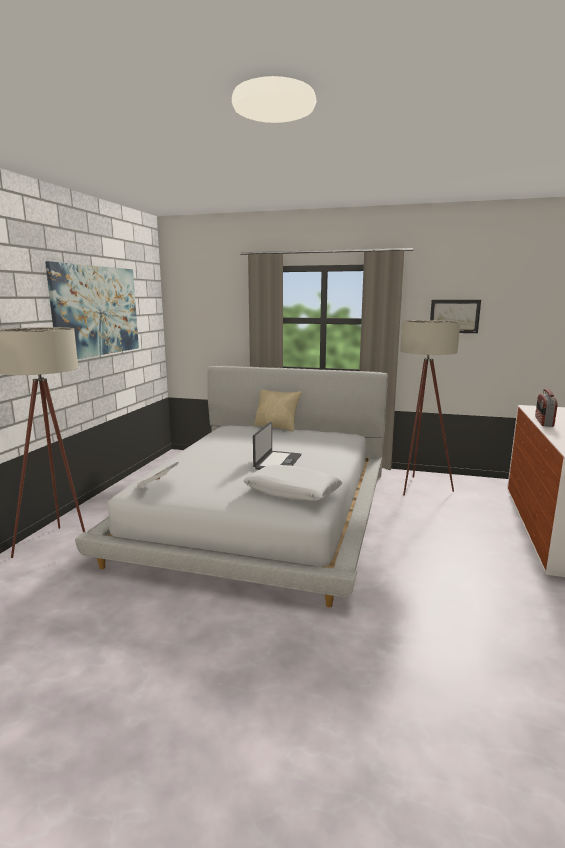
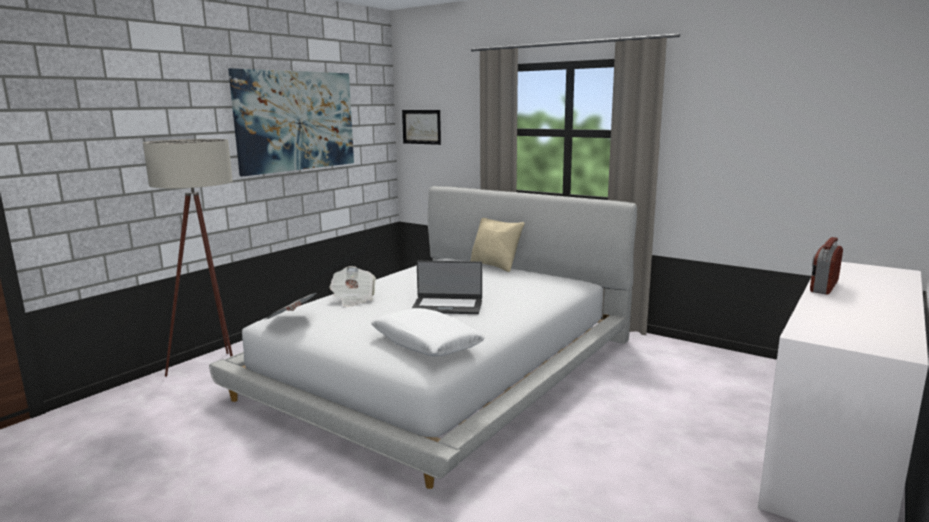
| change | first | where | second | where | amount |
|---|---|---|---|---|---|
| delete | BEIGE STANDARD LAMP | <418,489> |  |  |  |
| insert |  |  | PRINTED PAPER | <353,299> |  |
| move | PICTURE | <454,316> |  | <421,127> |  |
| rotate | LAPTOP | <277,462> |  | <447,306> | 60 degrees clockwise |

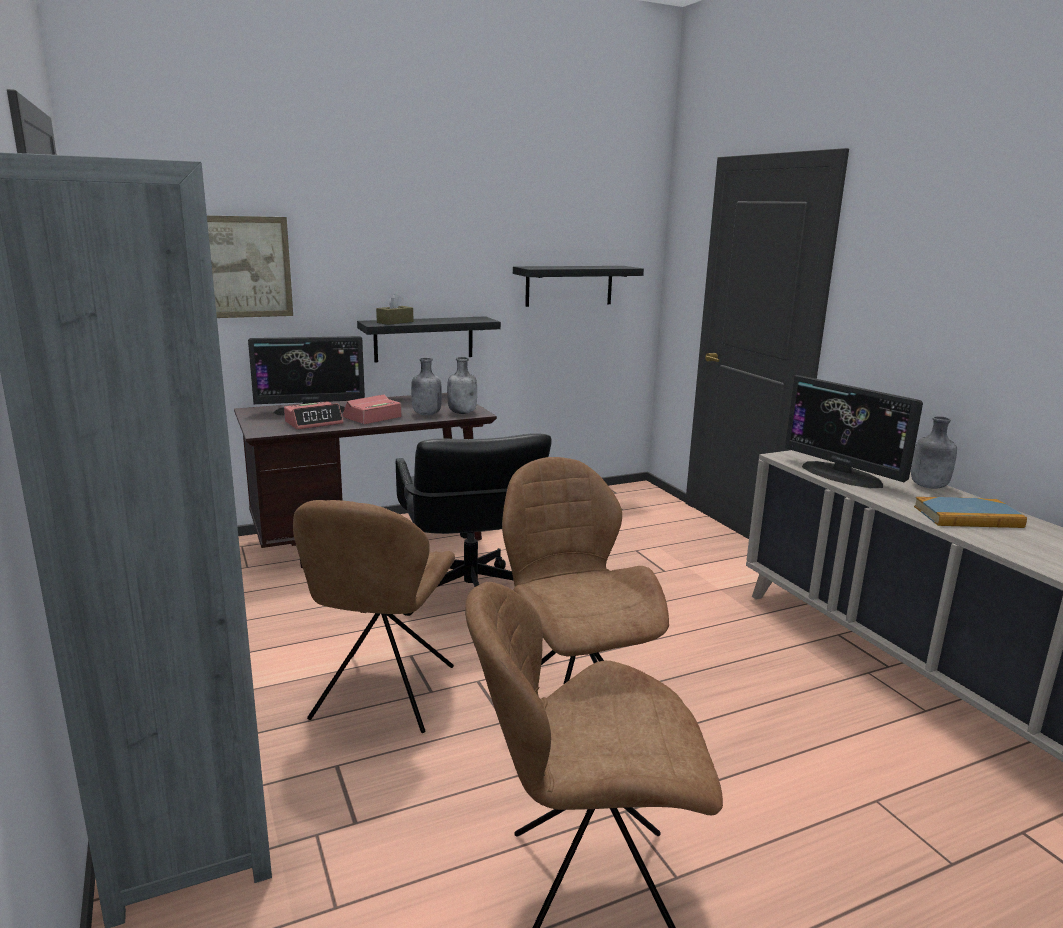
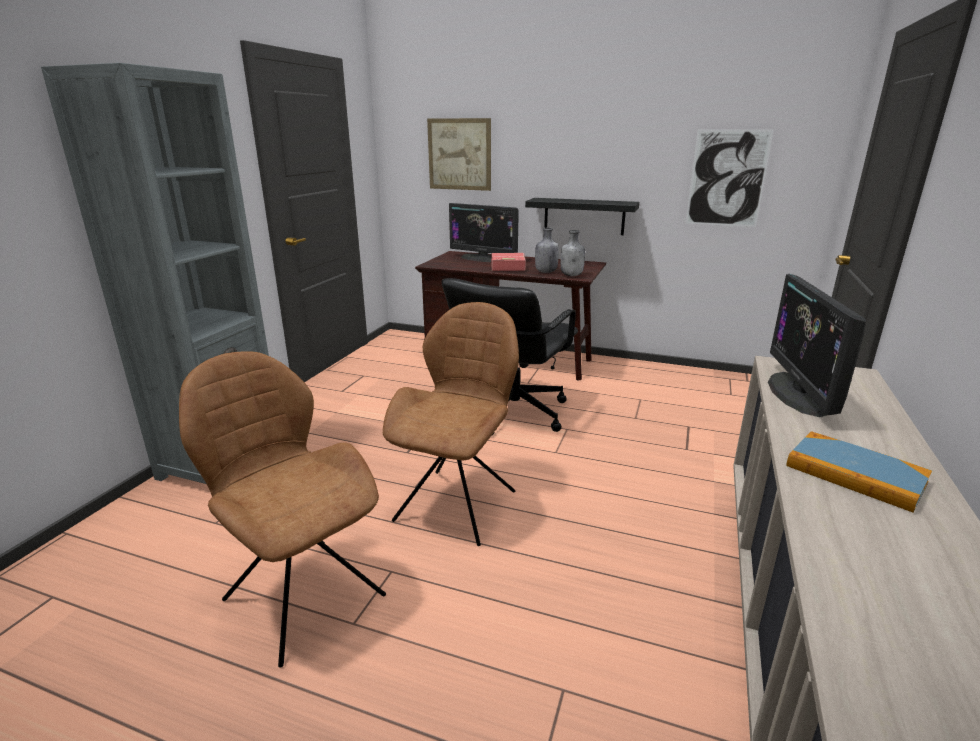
| change | first | where | second | where | amount |
|---|---|---|---|---|---|
| delete | TABLE CLOCK | <314,423> |  |  |  |
| delete | BROWN-COLOURED PLAIN CHAIR | <382,695> |  |  |  |
| delete | BROWN-COLOURED TISSUE HOLDER | <395,322> |  |  |  |
| delete | GRAY BEVERAGE BOTTLE | <928,486> |  |  |  |
| replace | BLACK-COLOURED WALL SHELF | <569,285> | PICTURE | <727,178> |  |

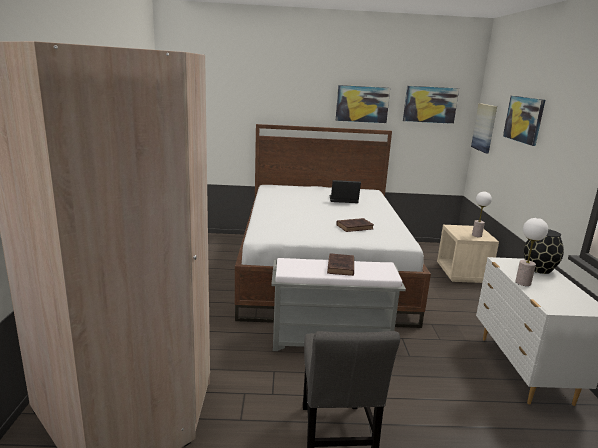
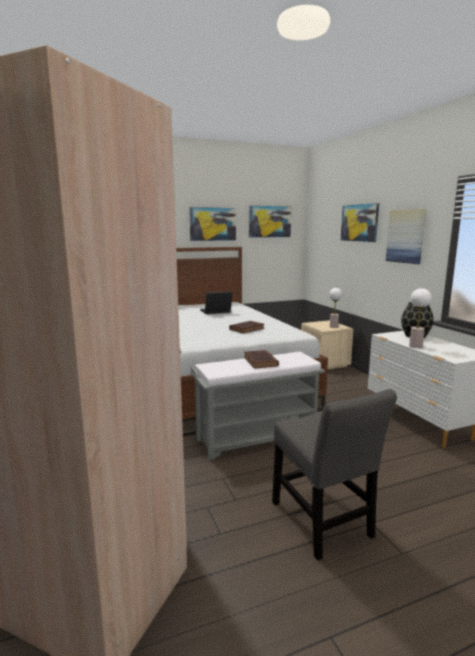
| change | first | where | second | where | amount |
|---|---|---|---|---|---|
| move | PICTURE | <485,127> |  | <405,236> |  |

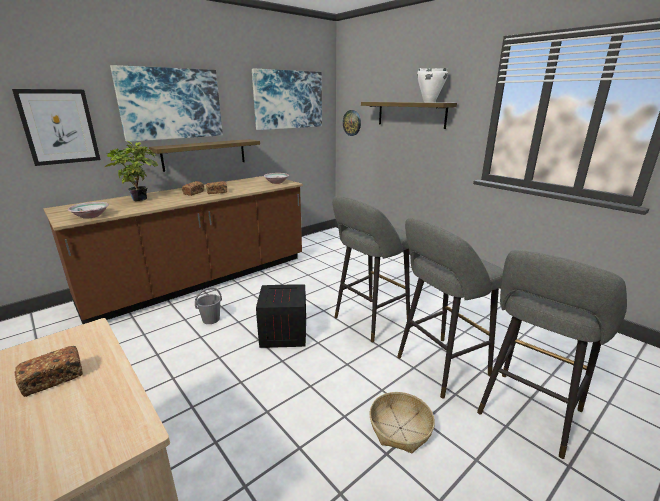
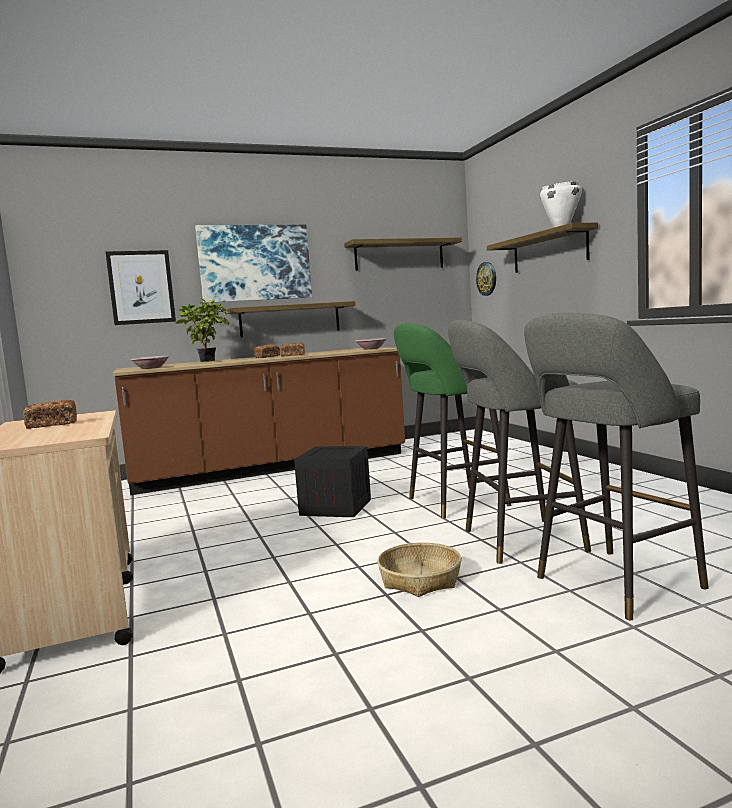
| change | first | where | second | where | amount |
|---|---|---|---|---|---|
| delete | GRAY PAIL | <210,319> |  |  |  |
| replace | PICTURE | <288,100> | WALL SHELF | <399,255> |  |
| recolor | GRAY STOOL SEAT | <368,321> | GREEN STOOL SEAT | <452,503> |  |

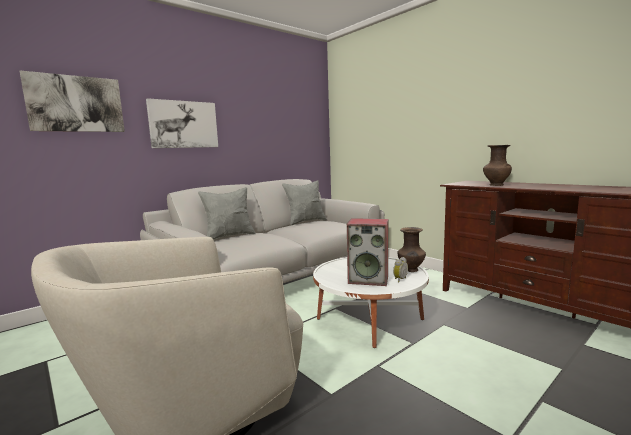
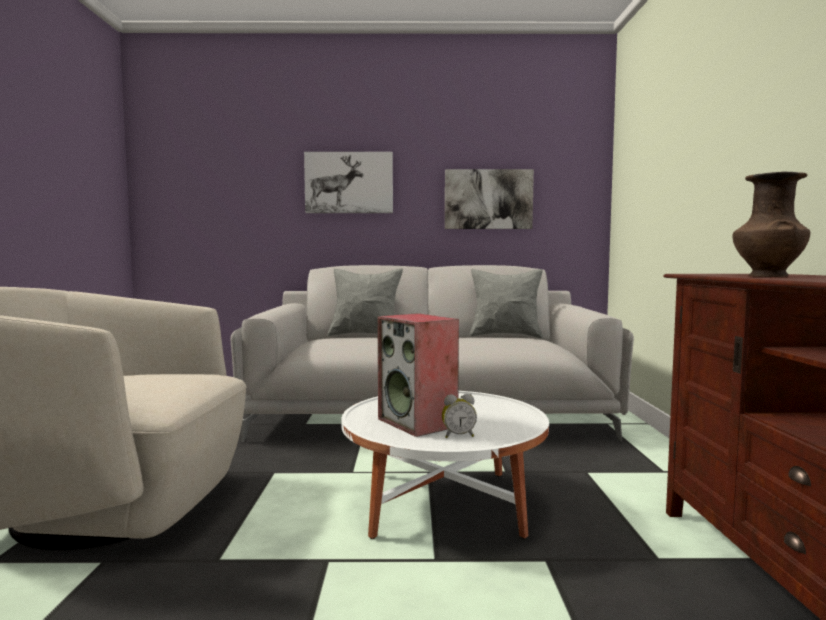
| change | first | where | second | where | amount |
|---|---|---|---|---|---|
| delete | BROWN-COLOURED VASE | <411,270> |  |  |  |
| move | PICTURE | <76,104> |  | <488,199> |  |

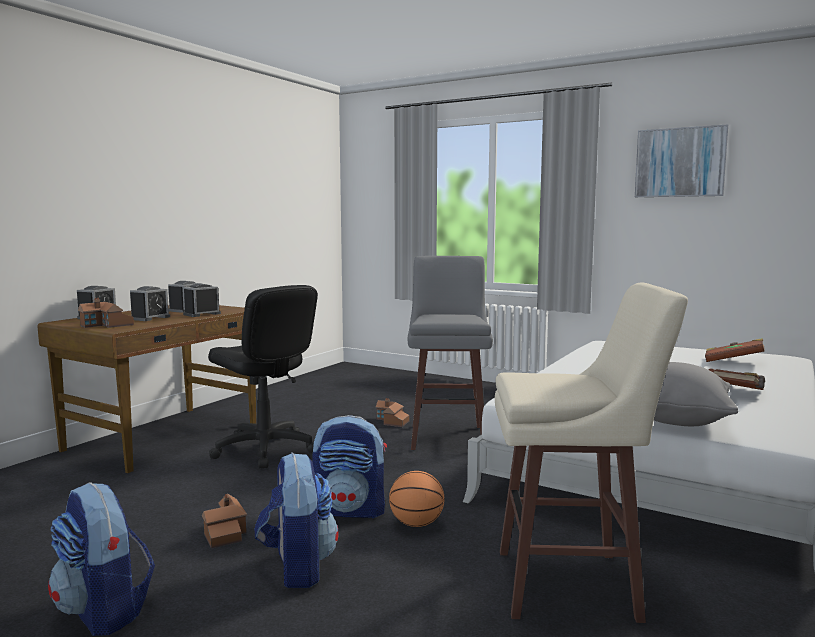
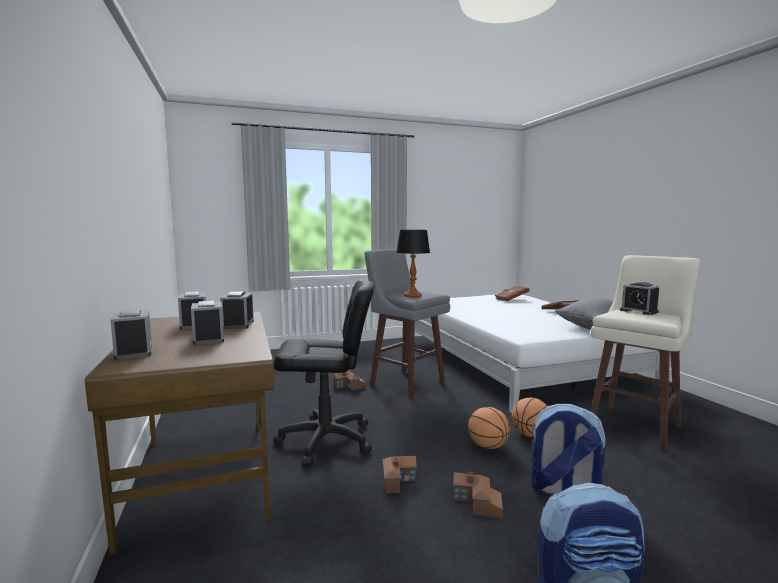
| change | first | where | second | where | amount |
|---|---|---|---|---|---|
| delete | PICTURE | <680,162> |  |  |  |
| insert |  |  | LAMP FOR A TABLE | <412,296> |  |
| insert |  |  | TABLE CLOCK | <638,311> |  |
| move | MODEL HOUSE | <107,325> |  | <399,480> |  |
| replace | RUCKSACK | <351,510> | BASKETBALL BALL | <488,446> |  |

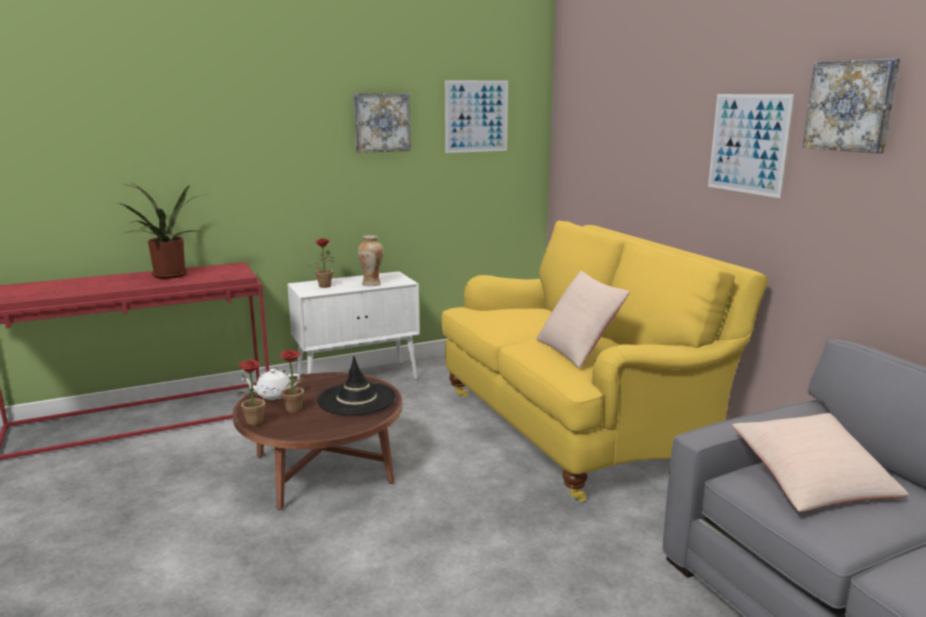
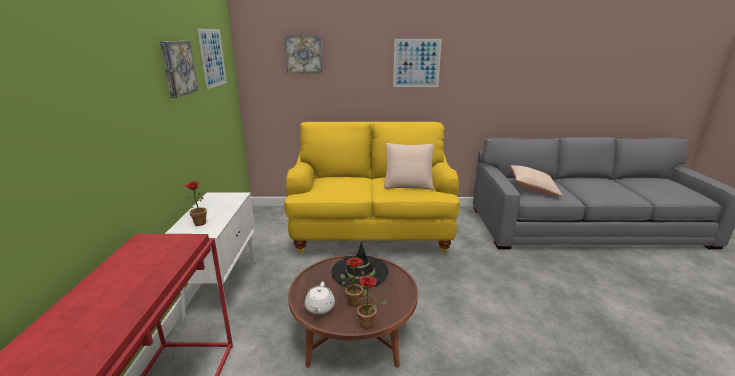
| change | first | where | second | where | amount |
|---|---|---|---|---|---|
| delete | HOUSEPLANT | <168,276> |  |  |  |
| delete | VASE | <371,284> |  |  |  |
| move | PICTURE | <851,106> |  | <304,54> |  |

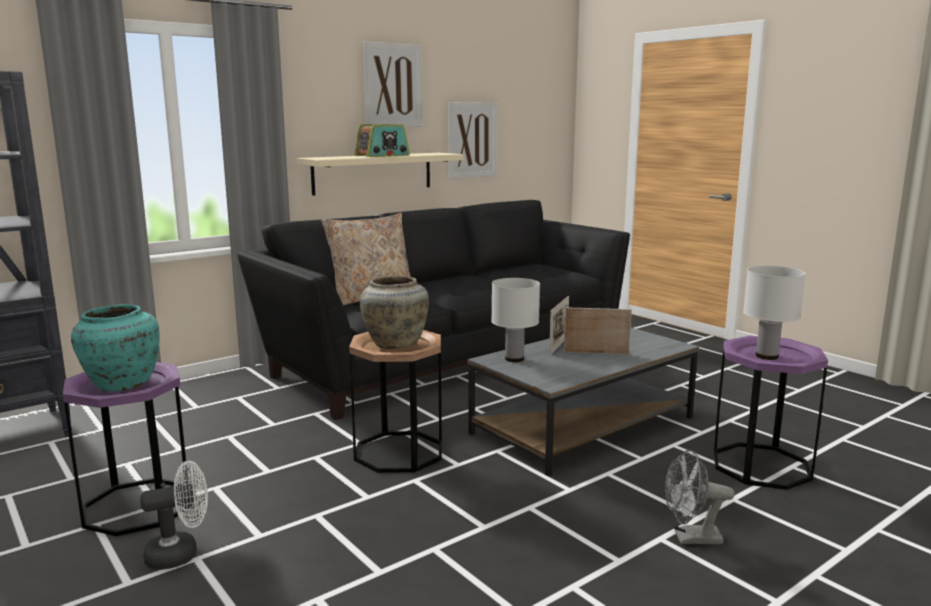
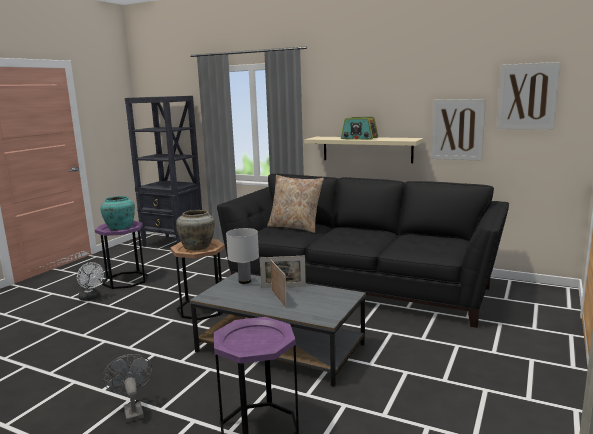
| change | first | where | second | where | amount |
|---|---|---|---|---|---|
| delete | WHITE-COLOURED LAMP FOR A TABLE | <766,356> |  |  |  |
| move | PICTURE | <393,86> |  | <527,96> |  |

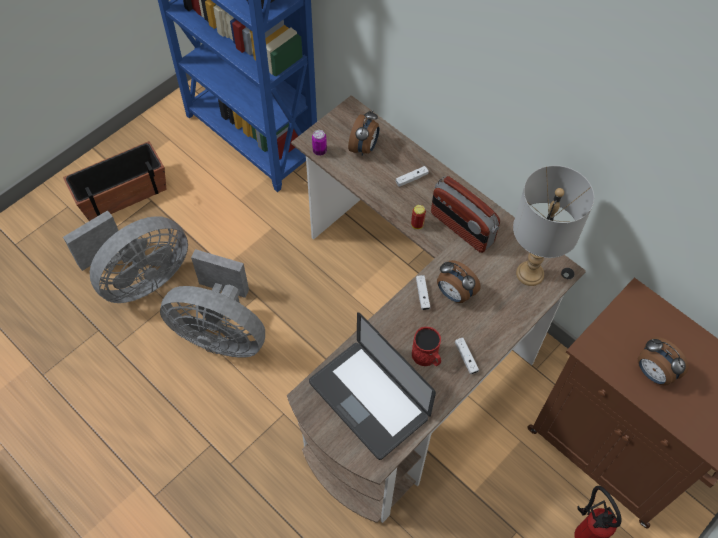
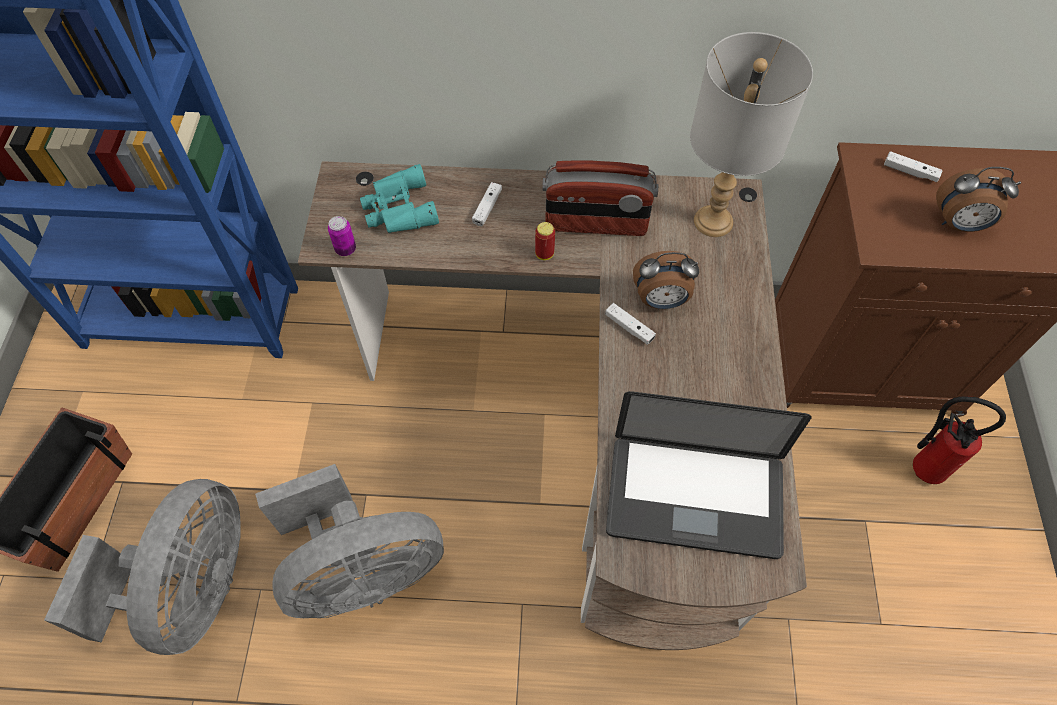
| change | first | where | second | where | amount |
|---|---|---|---|---|---|
| delete | REDDISH COFFEE MUG | <427,357> |  |  |  |
| move | WHITE-COLOURED GAME CONTROLLER | <466,358> |  | <910,172> |  |
| replace | TABLE CLOCK | <364,148> | TURQUOISE PAIR OF BINOCULARS | <398,209> |  |

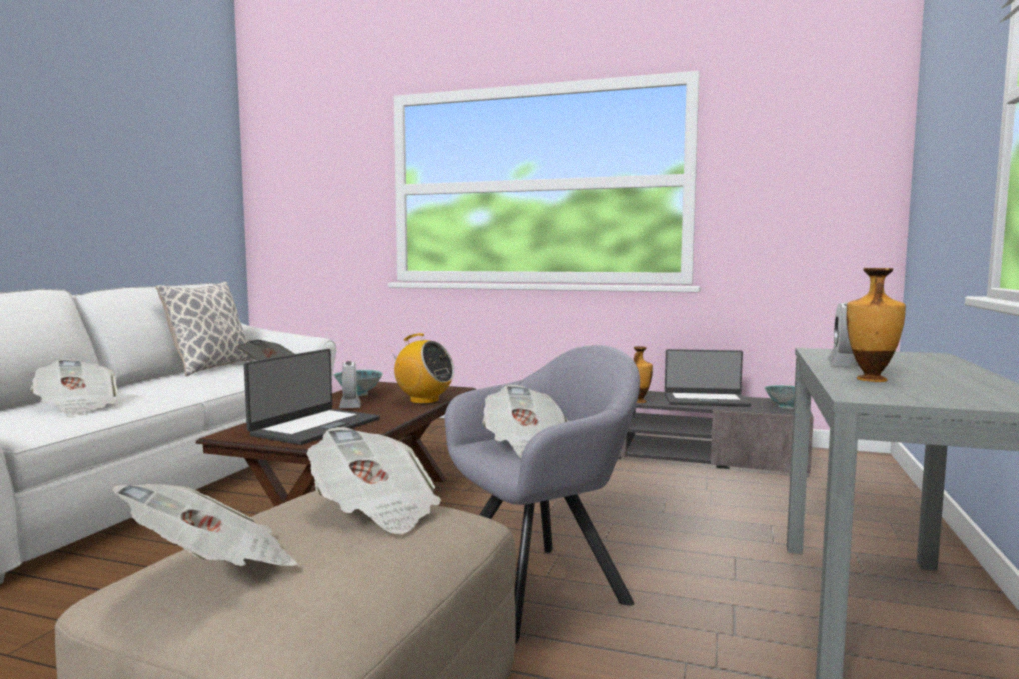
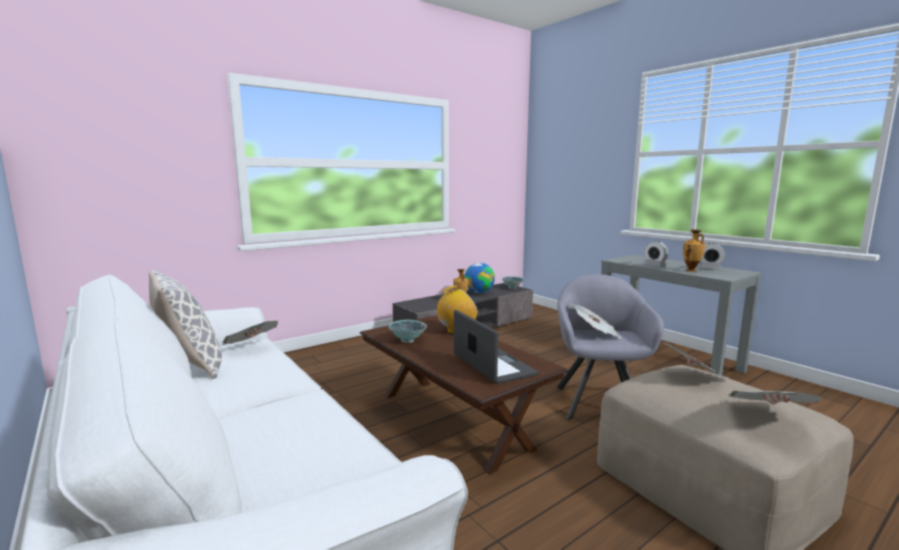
| change | first | where | second | where | amount |
|---|---|---|---|---|---|
| delete | PRINTED PAPER | <77,407> |  |  |  |
| move | TABLE CLOCK | <350,406> |  | <709,268> |  |
| replace | LAPTOP | <705,400> | GLOBE | <479,292> |  |

